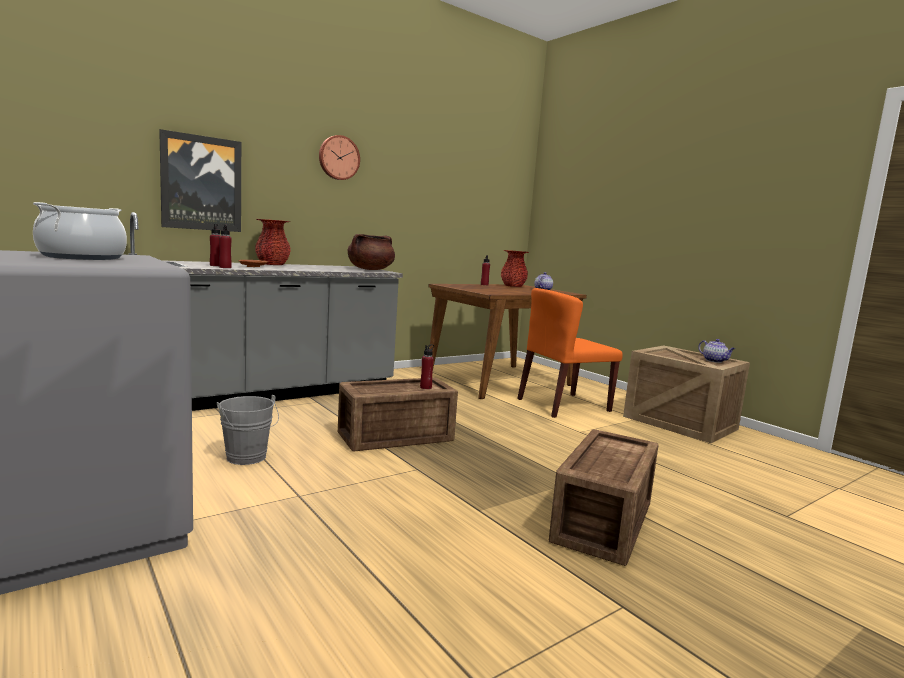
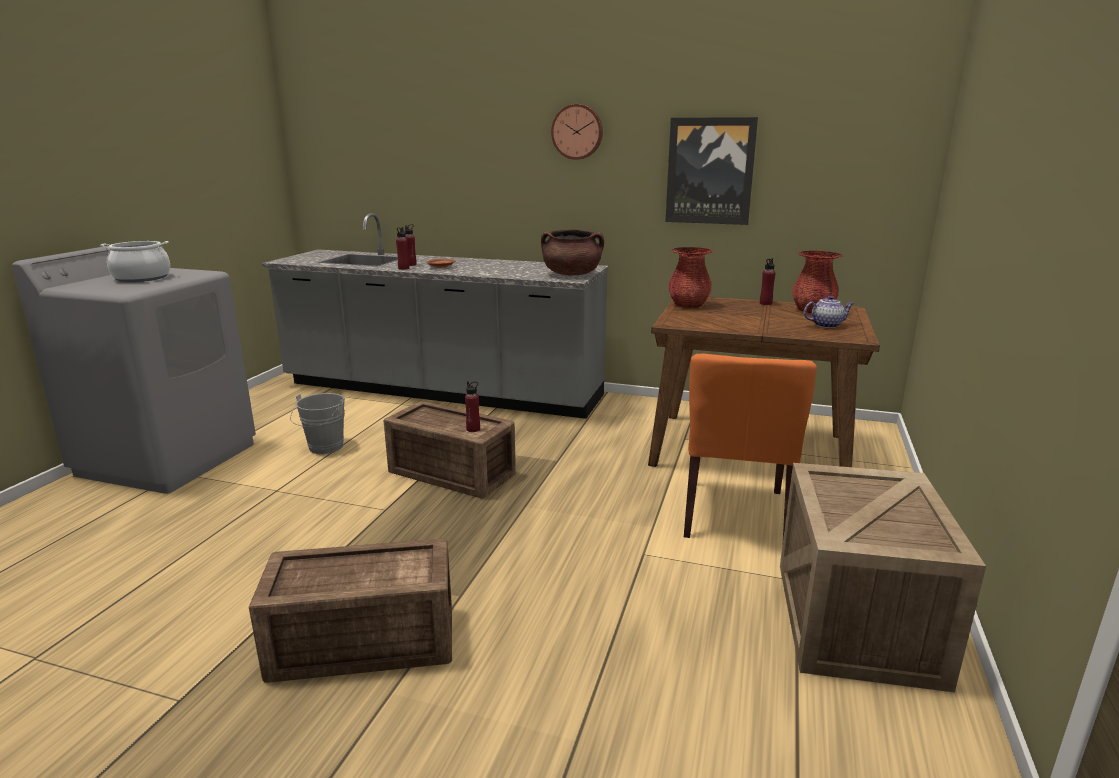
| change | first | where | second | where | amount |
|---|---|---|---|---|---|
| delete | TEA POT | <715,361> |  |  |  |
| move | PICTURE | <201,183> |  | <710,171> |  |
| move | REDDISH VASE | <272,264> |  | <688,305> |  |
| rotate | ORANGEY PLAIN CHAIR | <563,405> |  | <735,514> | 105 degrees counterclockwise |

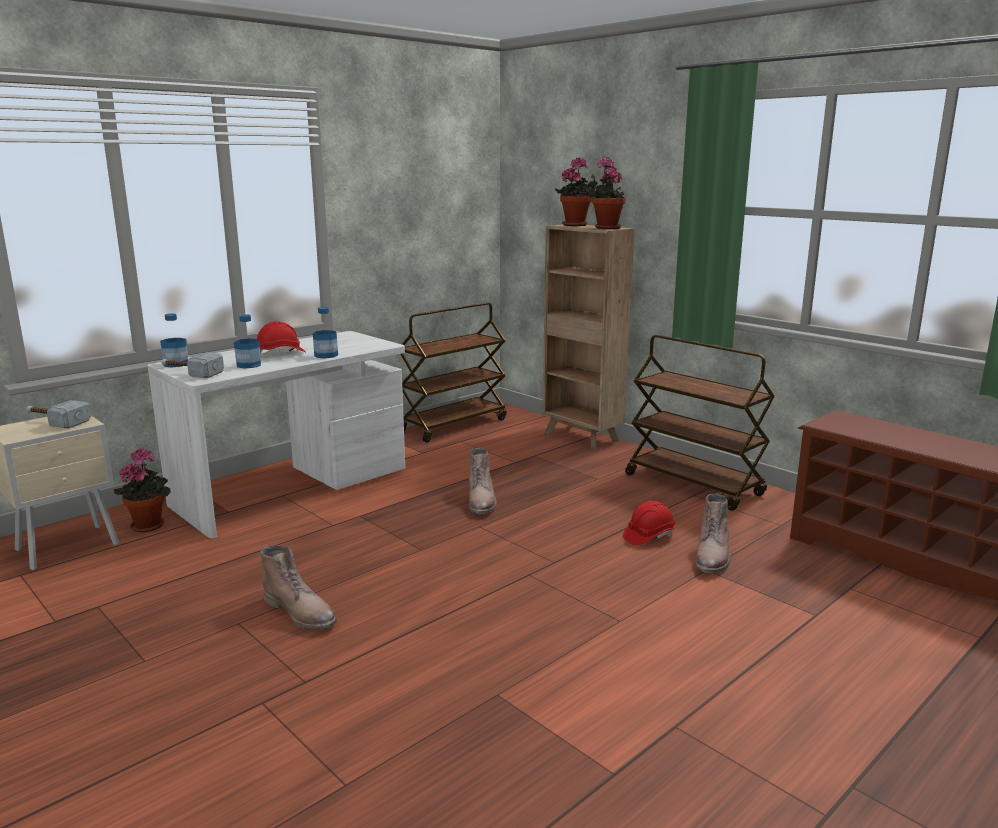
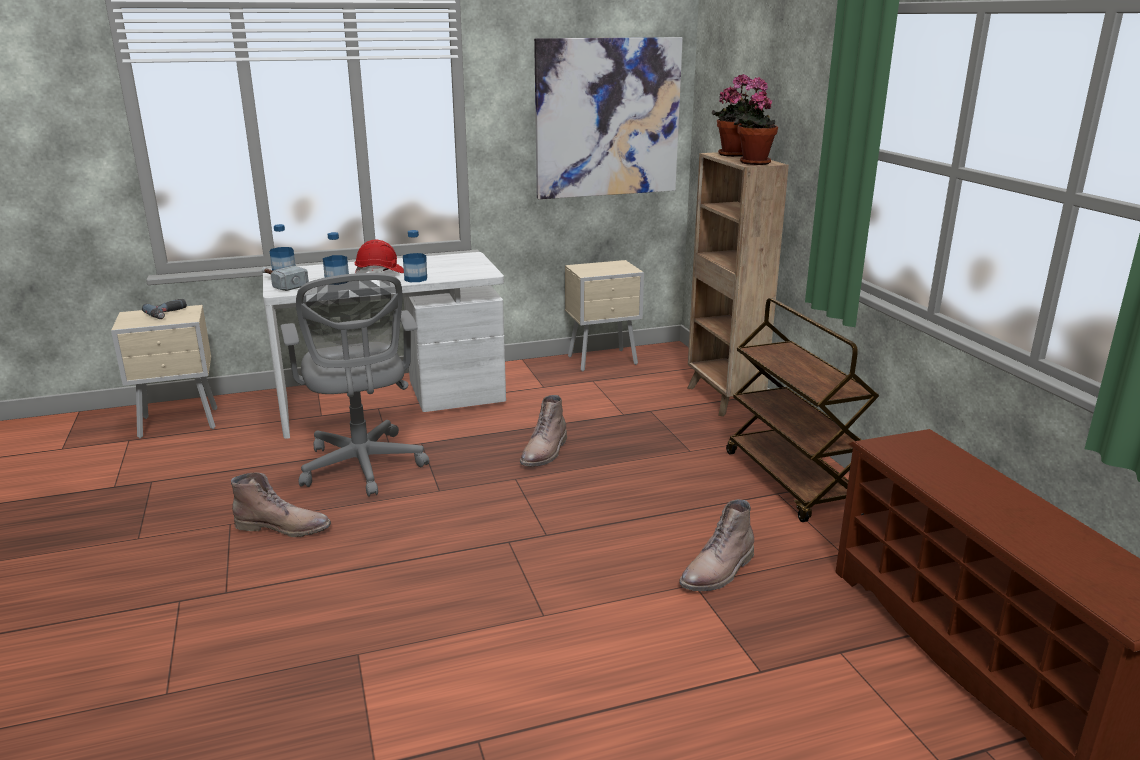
| change | first | where | second | where | amount |
|---|---|---|---|---|---|
| delete | HOUSEPLANT | <149,524> |  |  |  |
| delete | REDDISH WORK HELMET | <648,536> |  |  |  |
| insert |  |  | GRAY DESK CHAIR | <363,467> |  |
| insert |  |  | PICTURE | <607,118> |  |
| replace | HAMMER | <55,421> | ELECTRIC DRILL | <169,313> |  |
| replace | BROWN-COLOURED WHEELED CART | <453,425> | BEIGE NIGHTSTAND | <604,361> |  |
| rotate | BROWN-COLOURED TALL BOOT | <301,612> |  | <284,527> | 60 degrees counterclockwise |

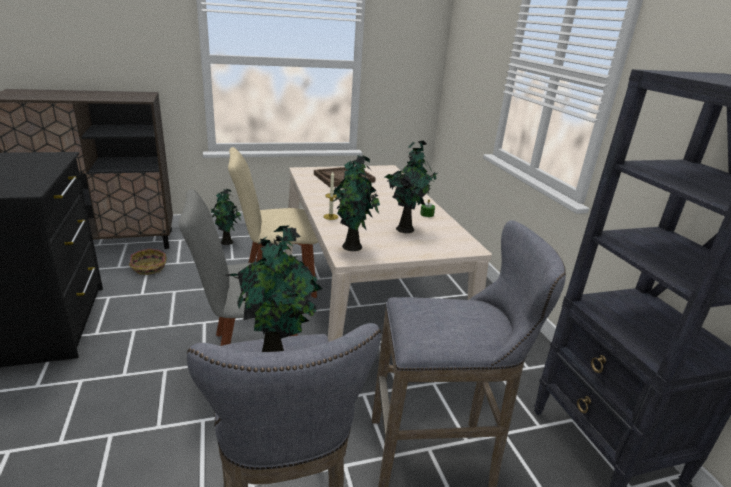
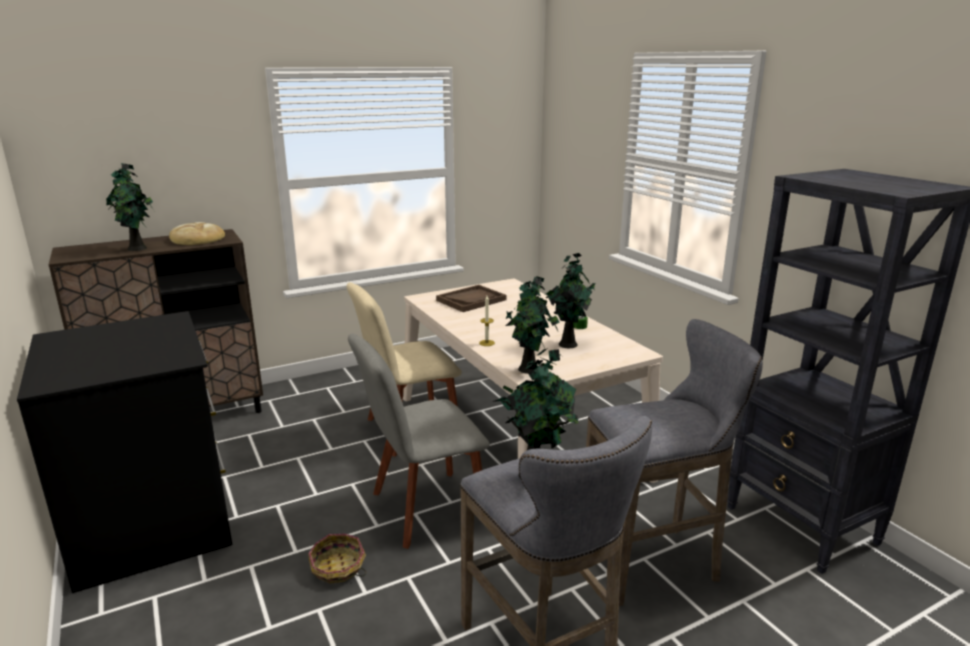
| change | first | where | second | where | amount |
|---|---|---|---|---|---|
| insert |  |  | BREAD | <197,239> |  |
| move | STORAGE BASKET | <149,268> |  | <338,568> |  |
| move | HOUSEPLANT | <227,242> |  | <138,249> |  |

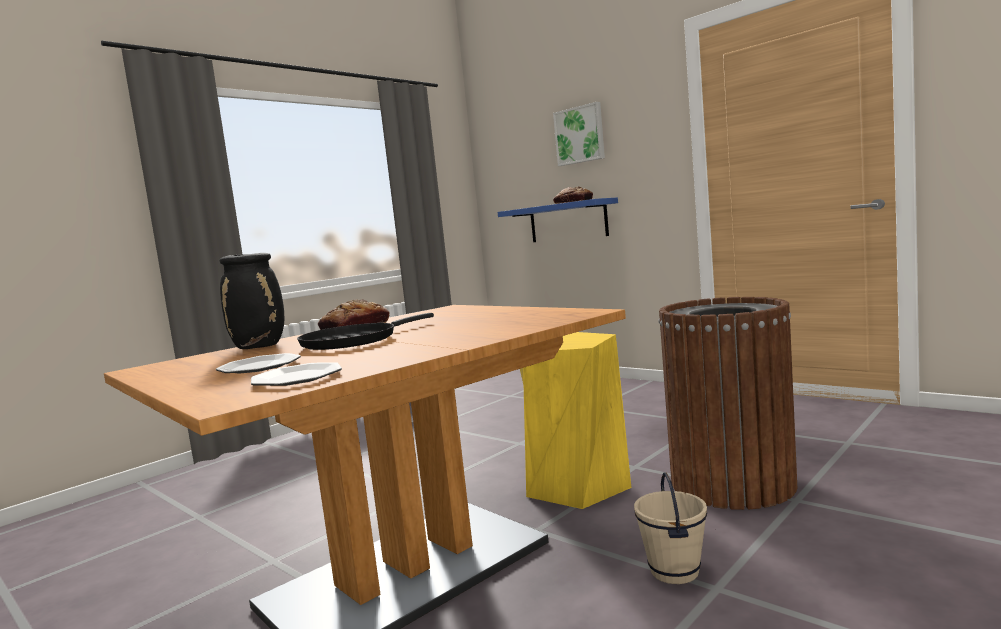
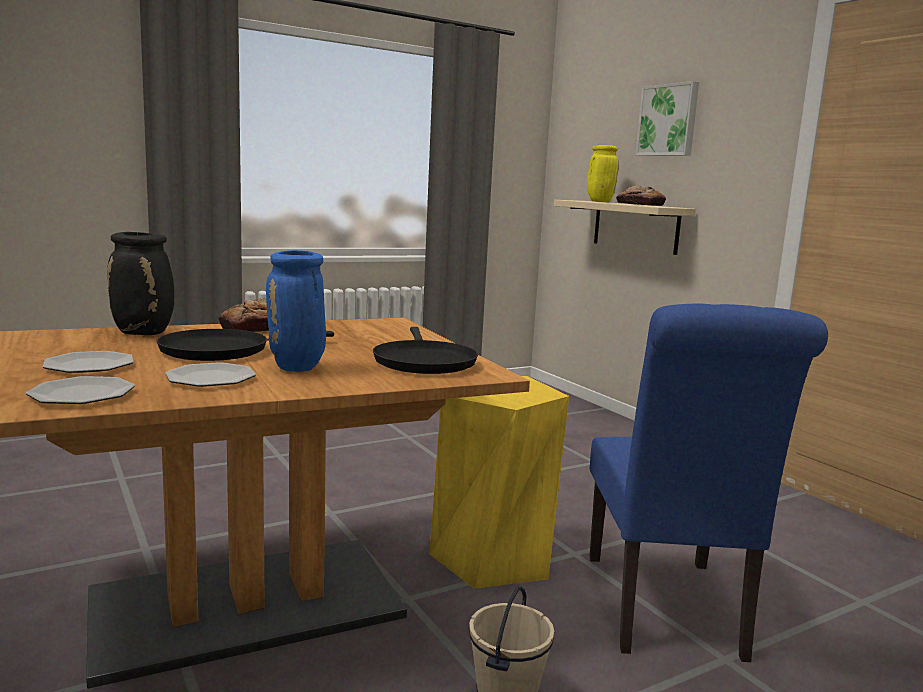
| change | first | where | second | where | amount |
|---|---|---|---|---|---|
| insert |  |  | DINNER PLATE | <210,378> |  |
| insert |  |  | BLUE VASE | <298,368> |  |
| insert |  |  | BLACK-COLOURED SKILLET | <423,361> |  |
| insert |  |  | YELLOW VASE | <599,202> |  |
| replace | BROWN-COLOURED WASTE BIN | <732,483> | BLUE PLAIN CHAIR | <666,611> |  |
| recolor | BLUE WALL SHELF | <568,221> | BEIGE WALL SHELF | <635,226> |  |

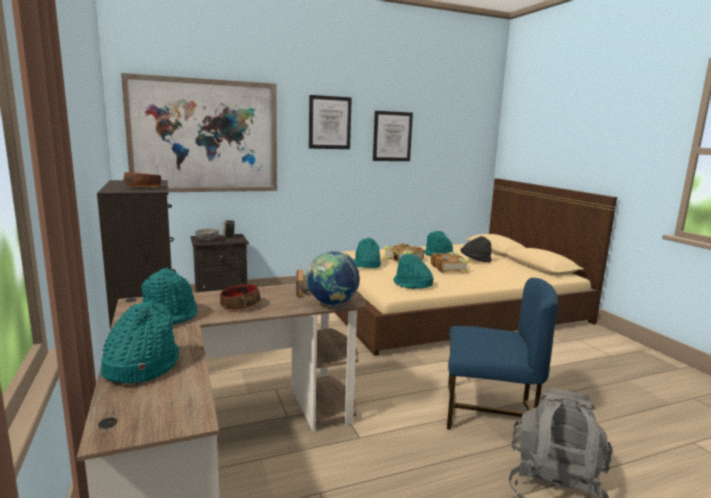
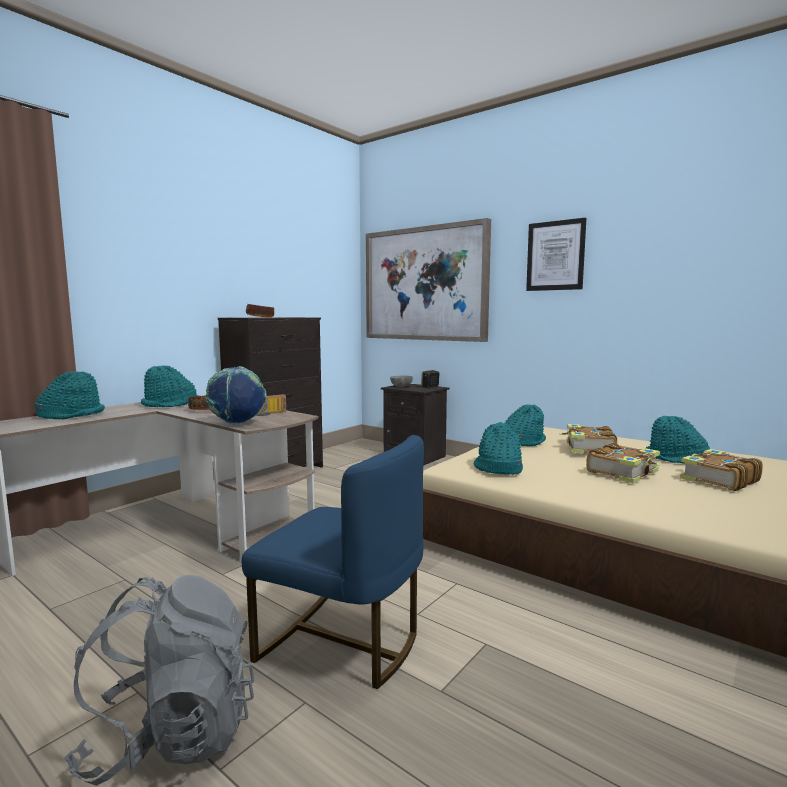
| change | first | where | second | where | amount |
|---|---|---|---|---|---|
| delete | PICTURE | <392,136> |  |  |  |
| replace | BLACK-COLOURED HAT | <475,260> | VOLUME | <718,480> |  |
| rotate | BLUE PLAIN CHAIR | <489,411> |  | <342,643> | 45 degrees counterclockwise |

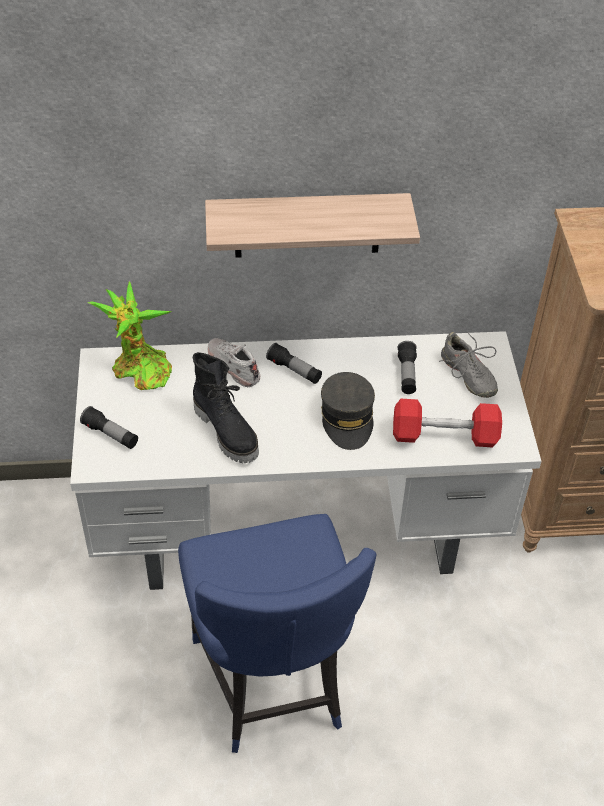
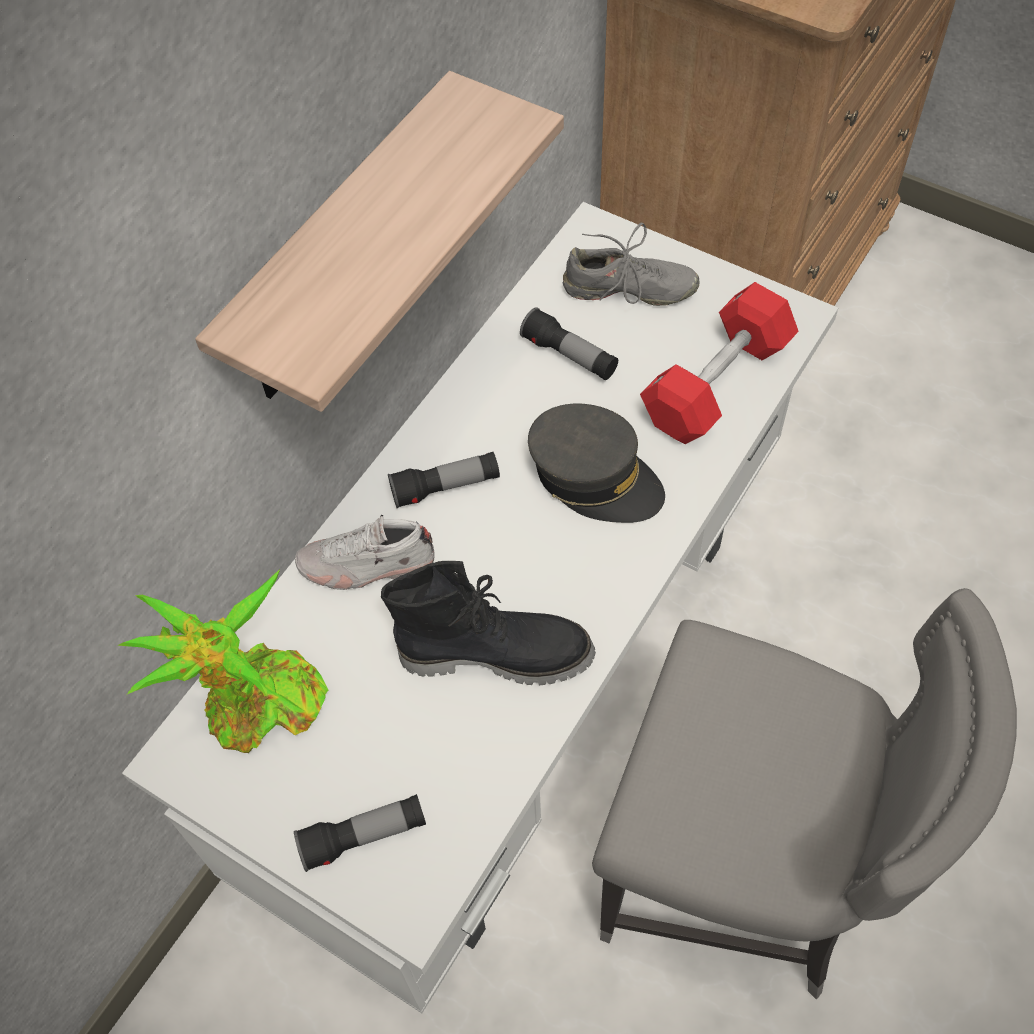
| change | first | where | second | where | amount |
|---|---|---|---|---|---|
| recolor | BLUE PLAIN CHAIR | <271,683> | GRAY PLAIN CHAIR | <741,876> |  |

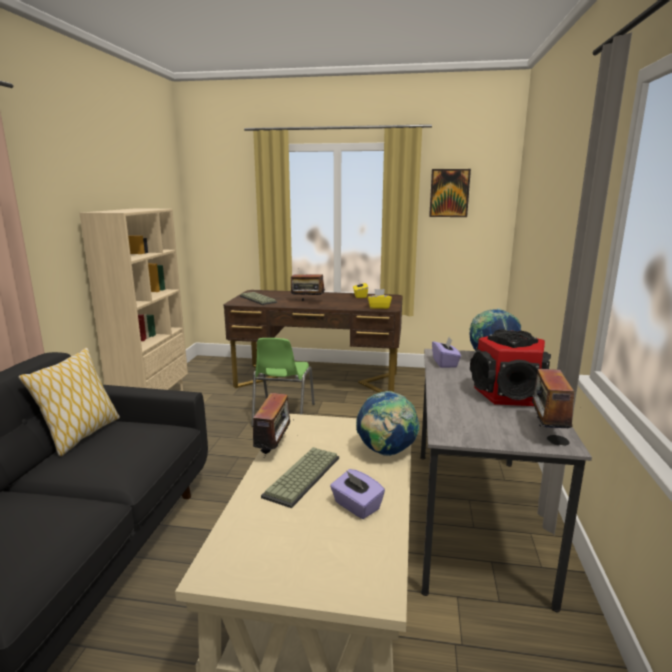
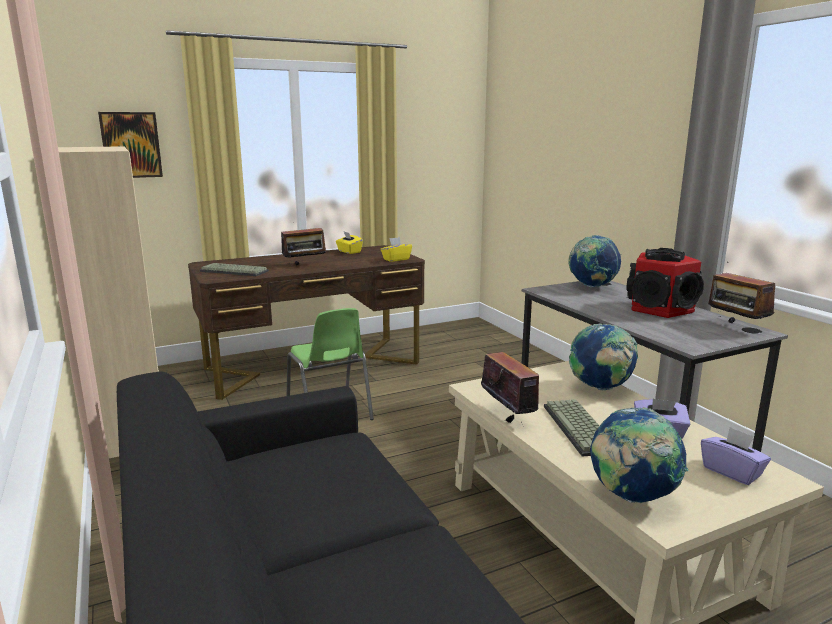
| change | first | where | second | where | amount |
|---|---|---|---|---|---|
| delete | PILLOW | <81,435> |  |  |  |
| insert |  |  | GLOBE | <631,497> |  |
| move | PICTURE | <449,193> |  | <131,145> |  |
| move | PURPLE TISSUE HOLDER | <445,363> |  | <731,472> |  |

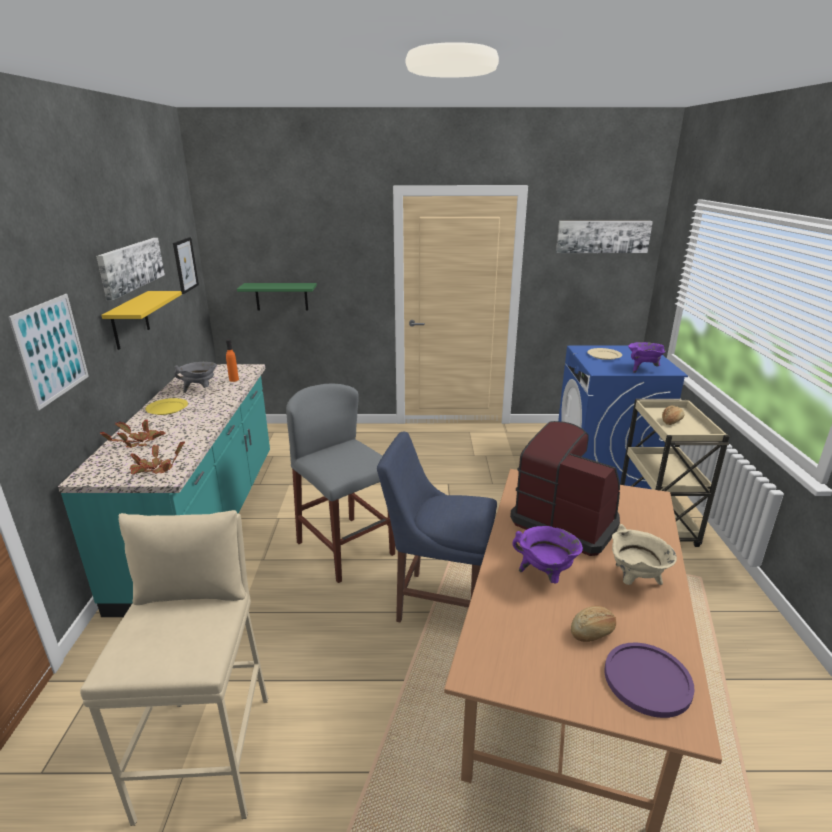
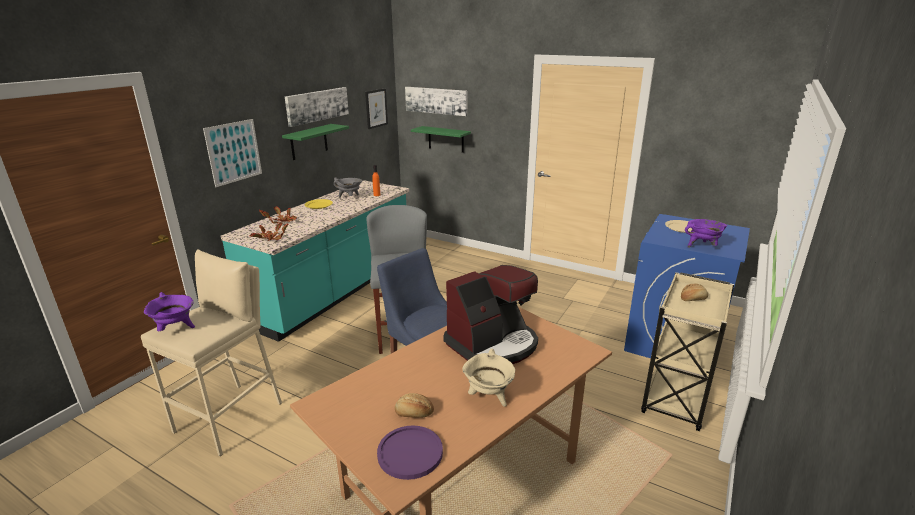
| change | first | where | second | where | amount |
|---|---|---|---|---|---|
| move | PURPLE SAUCEPOT | <545,575> |  | <176,329> |  |
| move | PICTURE | <602,236> |  | <436,100> |  |
| recolor | YELLOW WALL SHELF | <130,320> | GREEN WALL SHELF | <309,142> |  |
| rotate | COFFEE MACHINE | <566,521> |  | <493,344> | 75 degrees clockwise |

